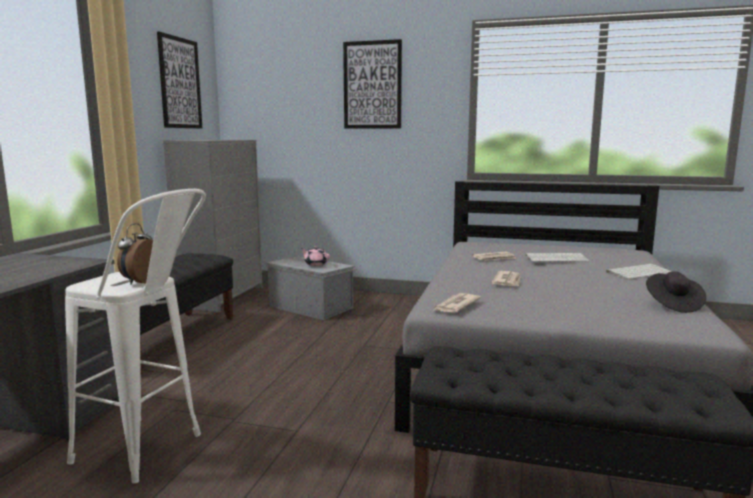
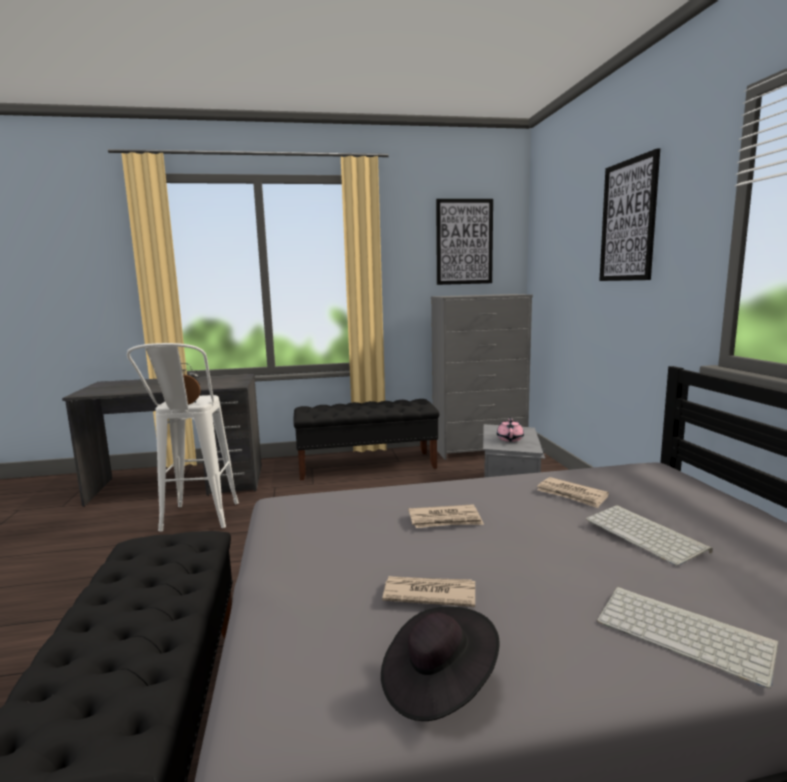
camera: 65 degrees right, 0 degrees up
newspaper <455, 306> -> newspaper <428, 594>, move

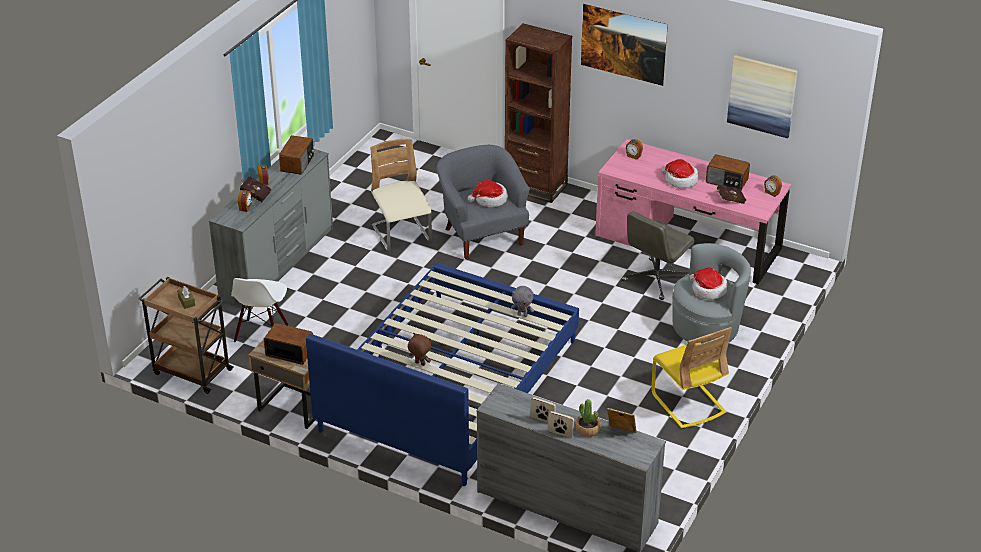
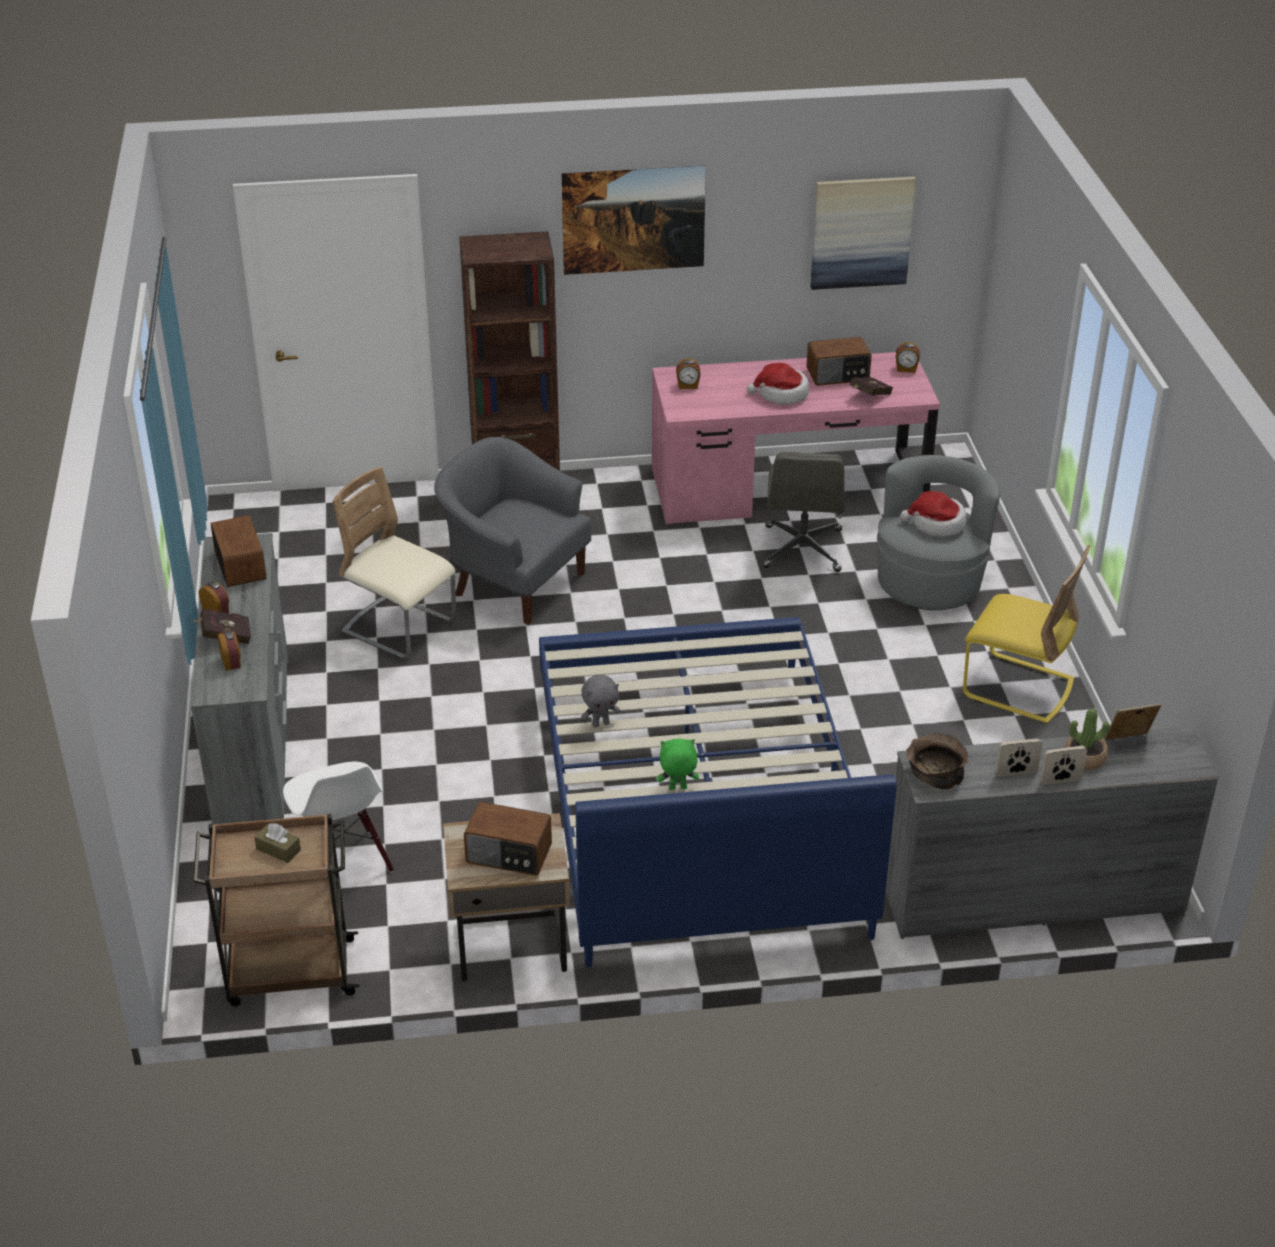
camera: 35 degrees left, 0 degrees up
radio set <289, 352> -> radio set <509, 855>, 150 degrees counterclockwise
brown soft toy <419, 364> -> green soft toy <677, 788>
hat <490, 199> -> none
greyish soft toy <522, 315> -> greyish soft toy <600, 723>, move
none -> brown bowl <935, 771>

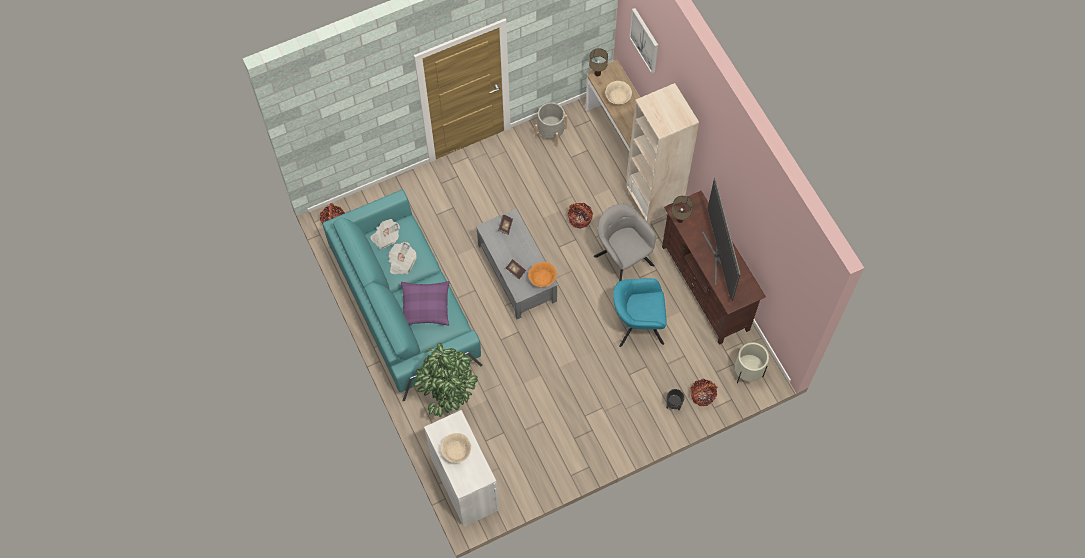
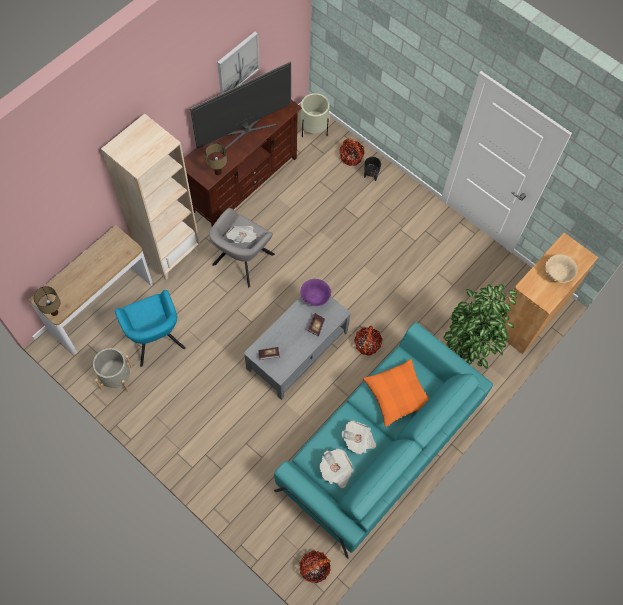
camera: 115 degrees left, 0 degrees up
purple cushion <425, 306> -> orange cushion <397, 395>
white storage cabinet <464, 484> -> brown storage cabinet <529, 316>
orange bowl <542, 280> -> purple bowl <315, 298>
basket <580, 219> -> basket <367, 344>, move
beige-coloured bowl <618, 99> -> none
blue-green armchair <637, 325> -> blue-green armchair <156, 340>, move
picture <645, 40> -> picture <237, 64>, move
none -> newspaper <243, 238>

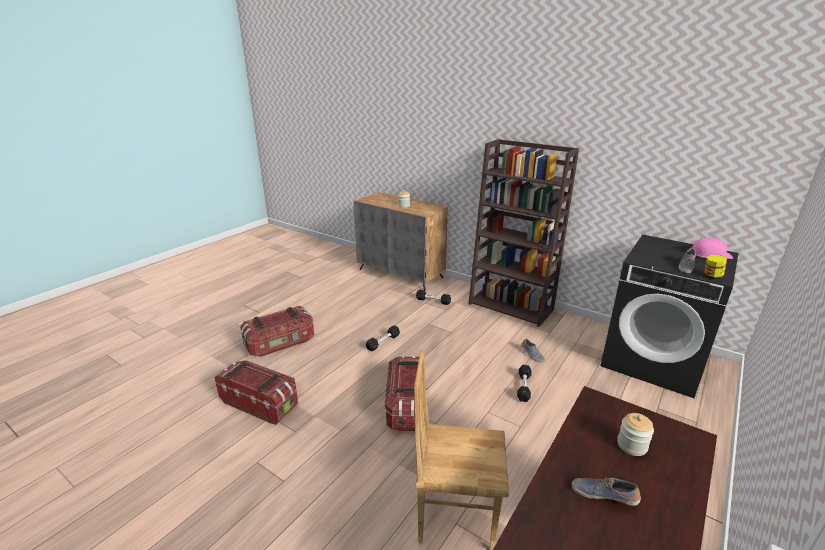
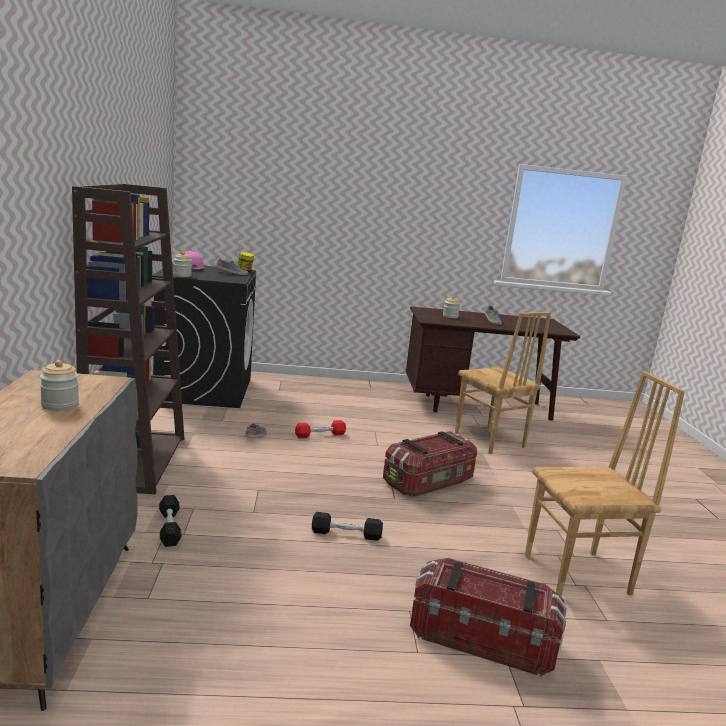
camera: 130 degrees left, 10 degrees down
storage container <260, 403> -> brown plain chair <578, 575>
black-coloured free weight <523, 387> -> reddish free weight <320, 435>
none -> jar <182, 276>

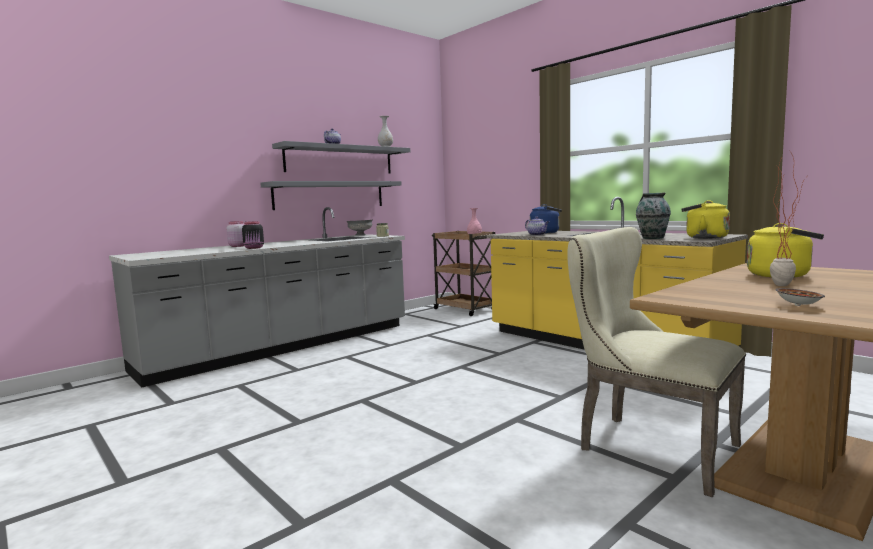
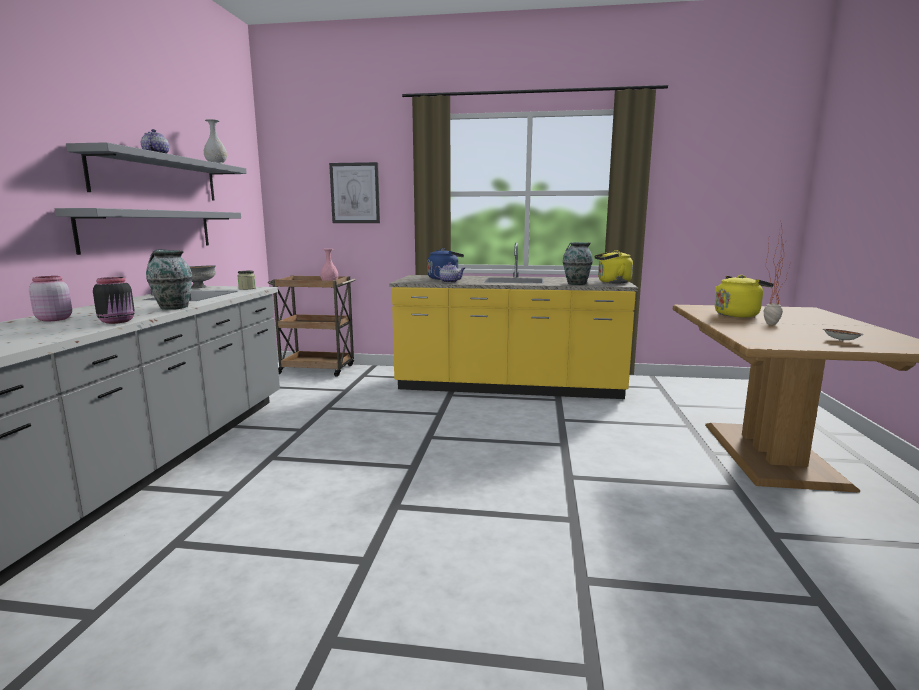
camera: 40 degrees left, 5 degrees up
beige-coloured plain chair <647, 446> -> none
none -> decorative vase <173, 307>
none -> picture <355, 193>

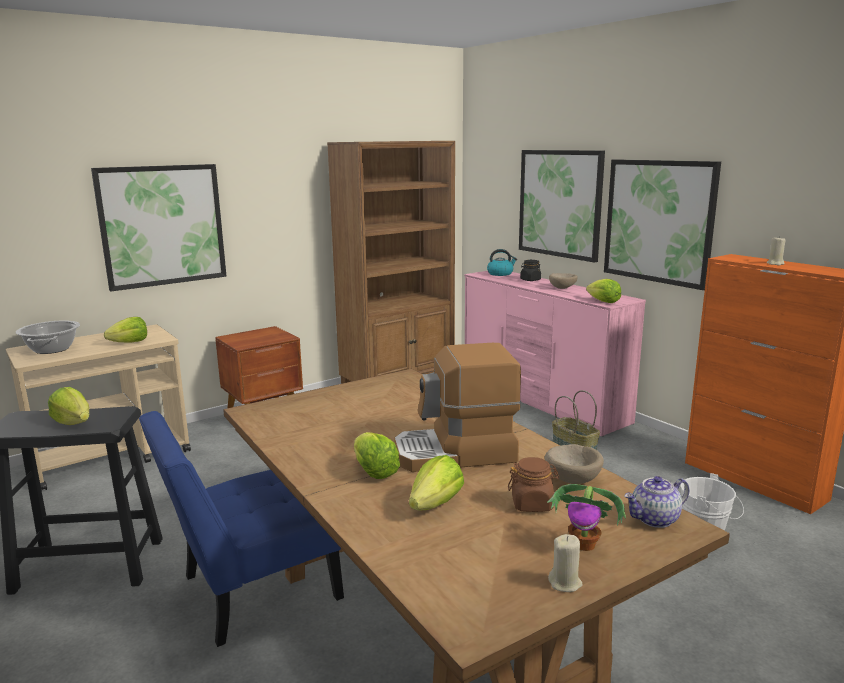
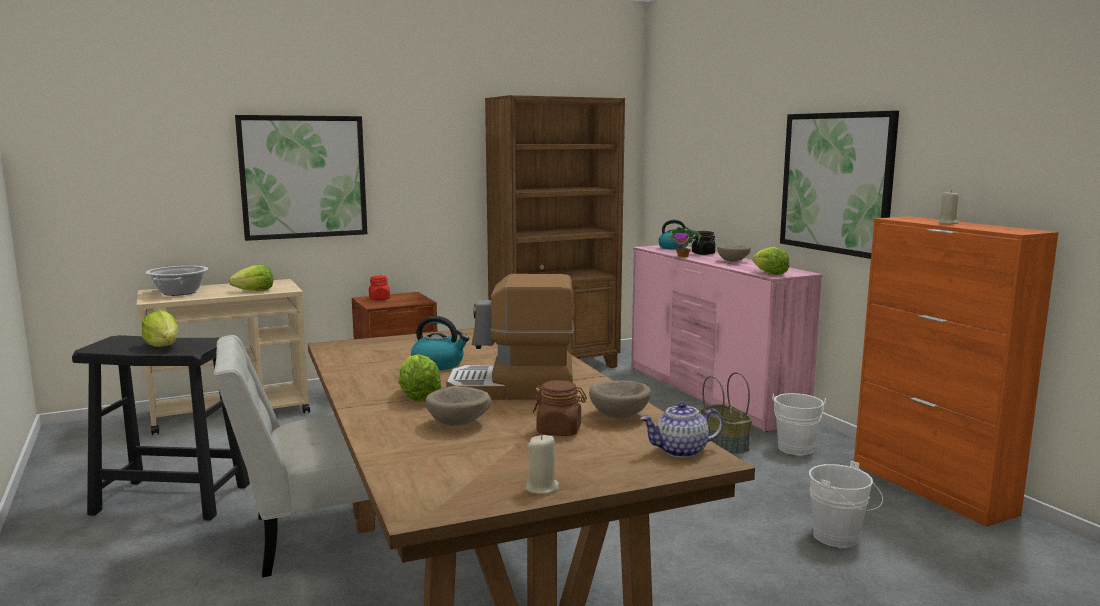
camera: 10 degrees right, 5 degrees down
blue plain chair <252, 591> -> white plain chair <317, 535>
head of lettuce <436, 504> -> beige-coloured bowl <460, 423>
picture <560, 203> -> none
houseplant <584, 544> -> houseplant <683, 256>, move
none -> reddish jar <379, 299>
none -> water kettle <439, 364>
none -> white water bucket <795, 450>

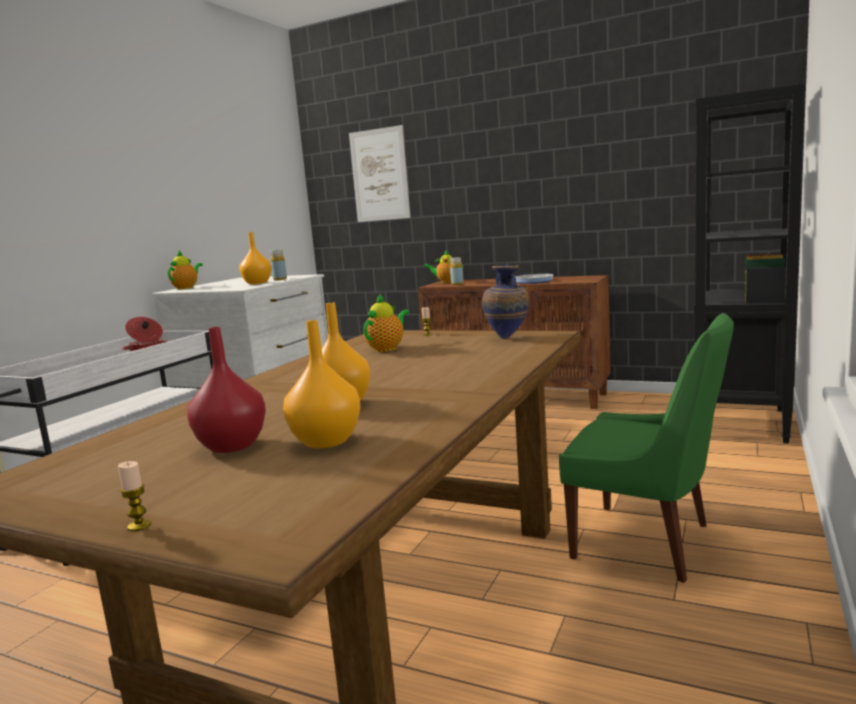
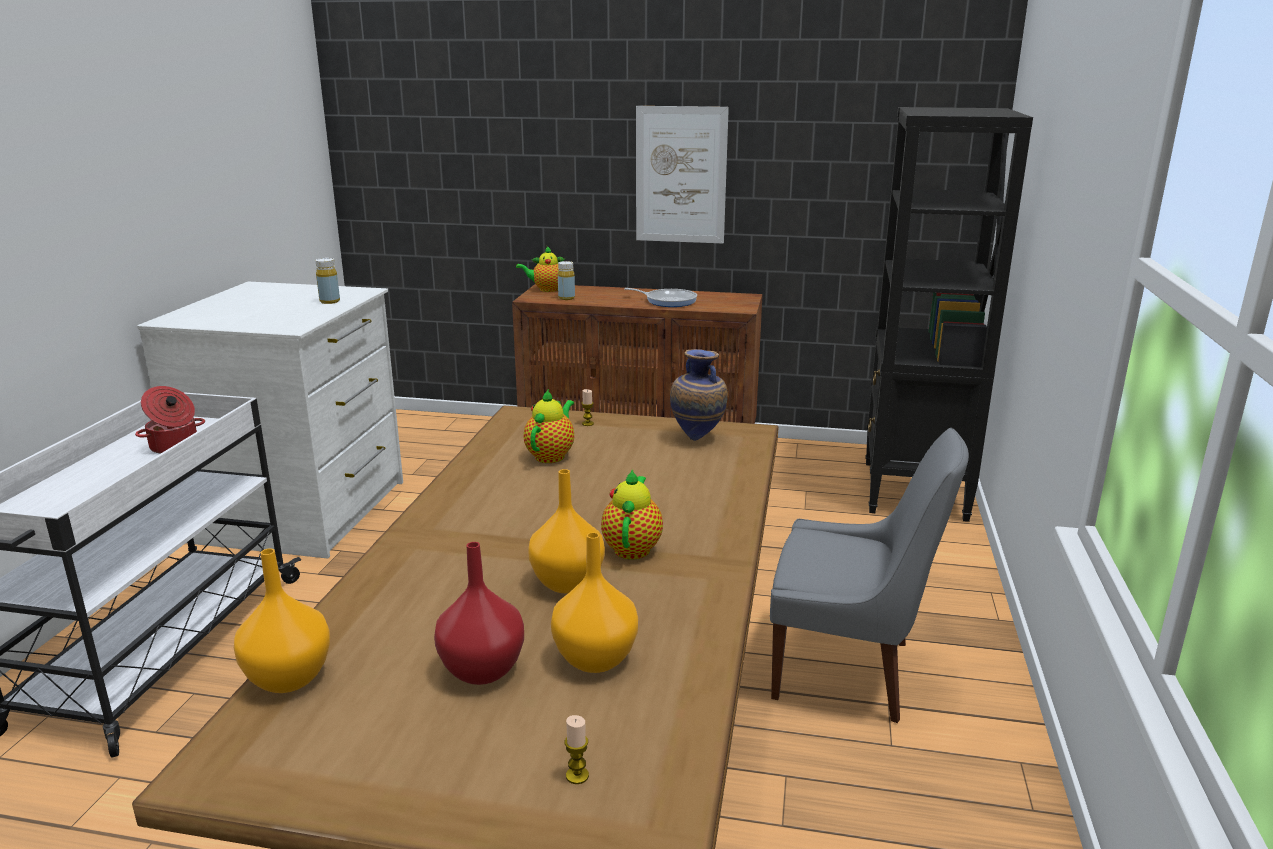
camera: 15 degrees left, 10 degrees up
wax light <139, 526> -> wax light <577, 776>, move
teapot <186, 288> -> teapot <633, 547>, move
orange decorative vase <257, 283> -> orange decorative vase <287, 678>, move
picture <379, 175> -> picture <680, 175>, move
green plain chair <647, 542> -> greyish plain chair <848, 671>

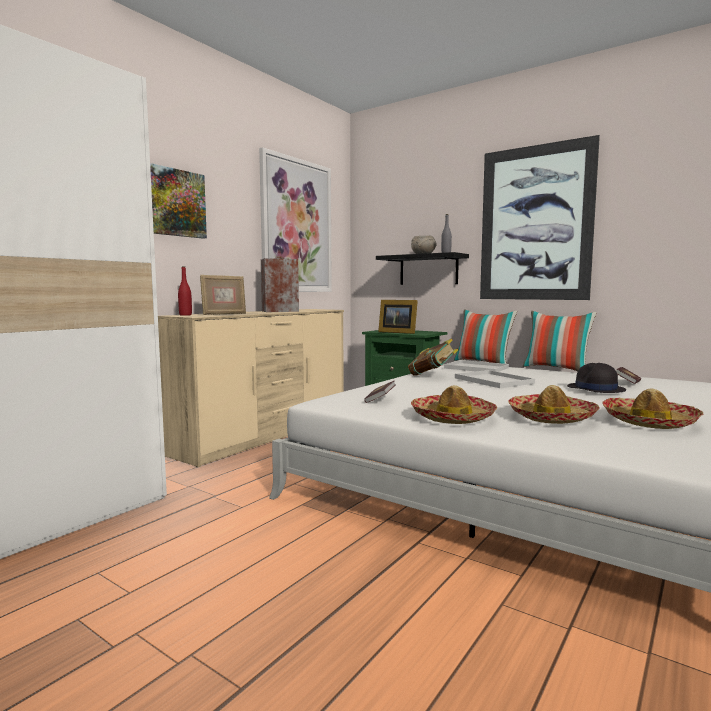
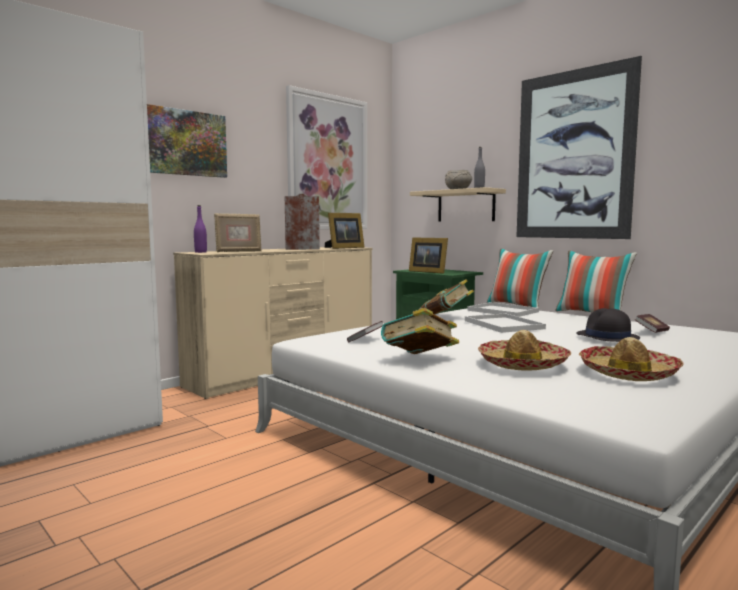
camera: 10 degrees right, 0 degrees up
reddish bottle <185, 315> -> purple bottle <200, 252>
black-coloured wall shelf <428, 270> -> beige-coloured wall shelf <466, 206>
hat <453, 418> -> volume <419, 360>
none -> standing frame <344, 248>

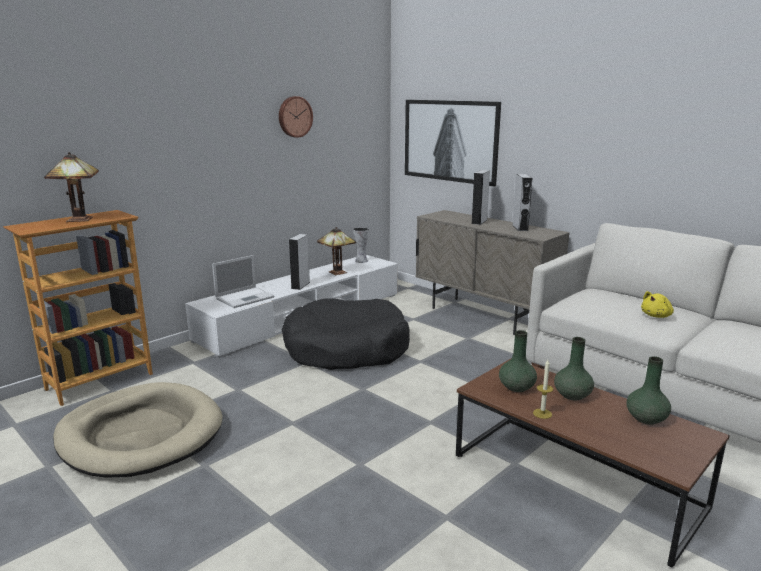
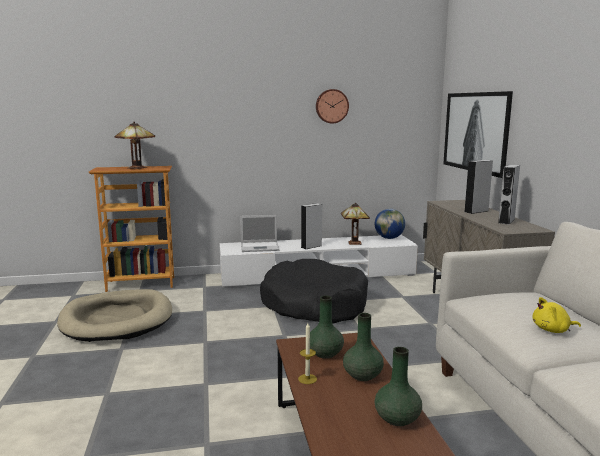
camera: 35 degrees right, 5 degrees down
decorative vase <361, 260> -> globe <389, 238>

